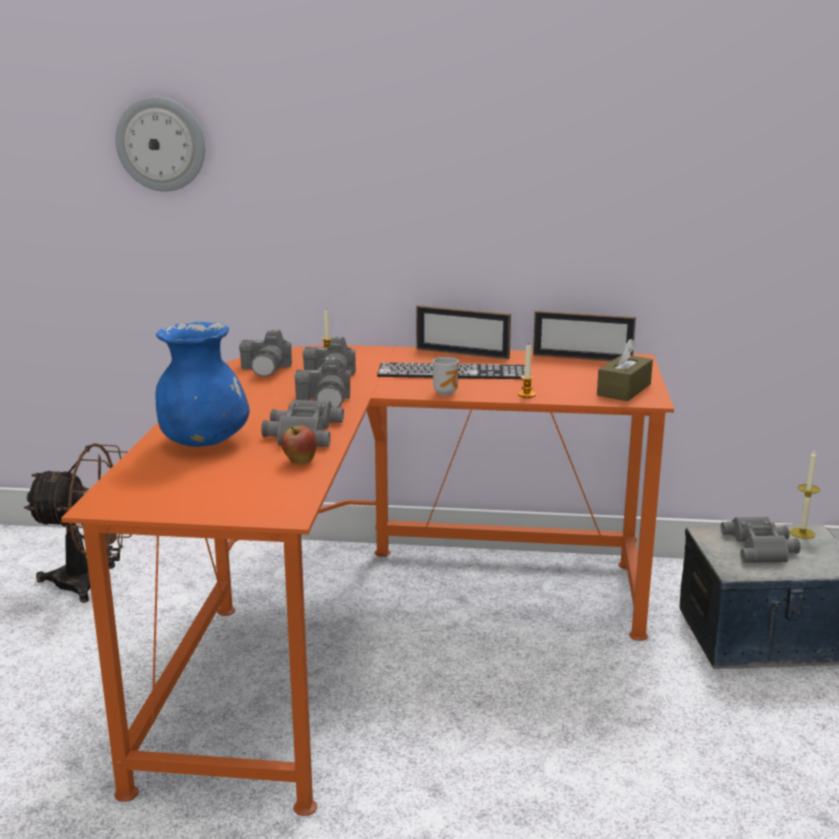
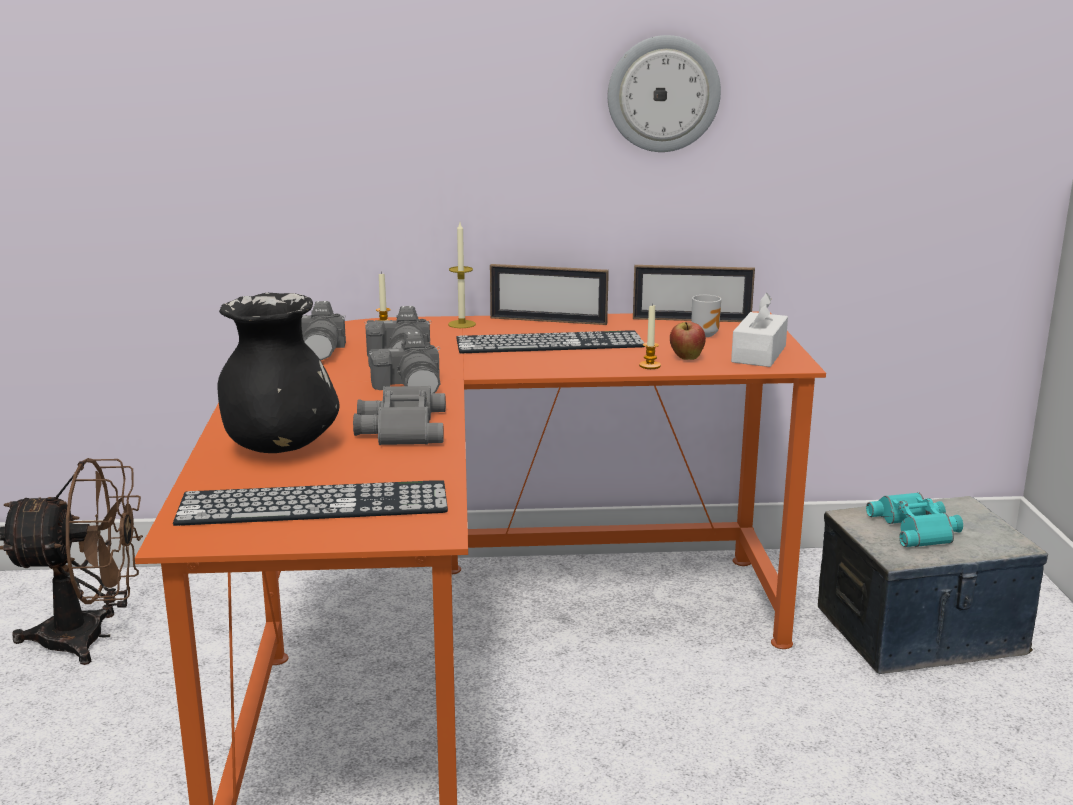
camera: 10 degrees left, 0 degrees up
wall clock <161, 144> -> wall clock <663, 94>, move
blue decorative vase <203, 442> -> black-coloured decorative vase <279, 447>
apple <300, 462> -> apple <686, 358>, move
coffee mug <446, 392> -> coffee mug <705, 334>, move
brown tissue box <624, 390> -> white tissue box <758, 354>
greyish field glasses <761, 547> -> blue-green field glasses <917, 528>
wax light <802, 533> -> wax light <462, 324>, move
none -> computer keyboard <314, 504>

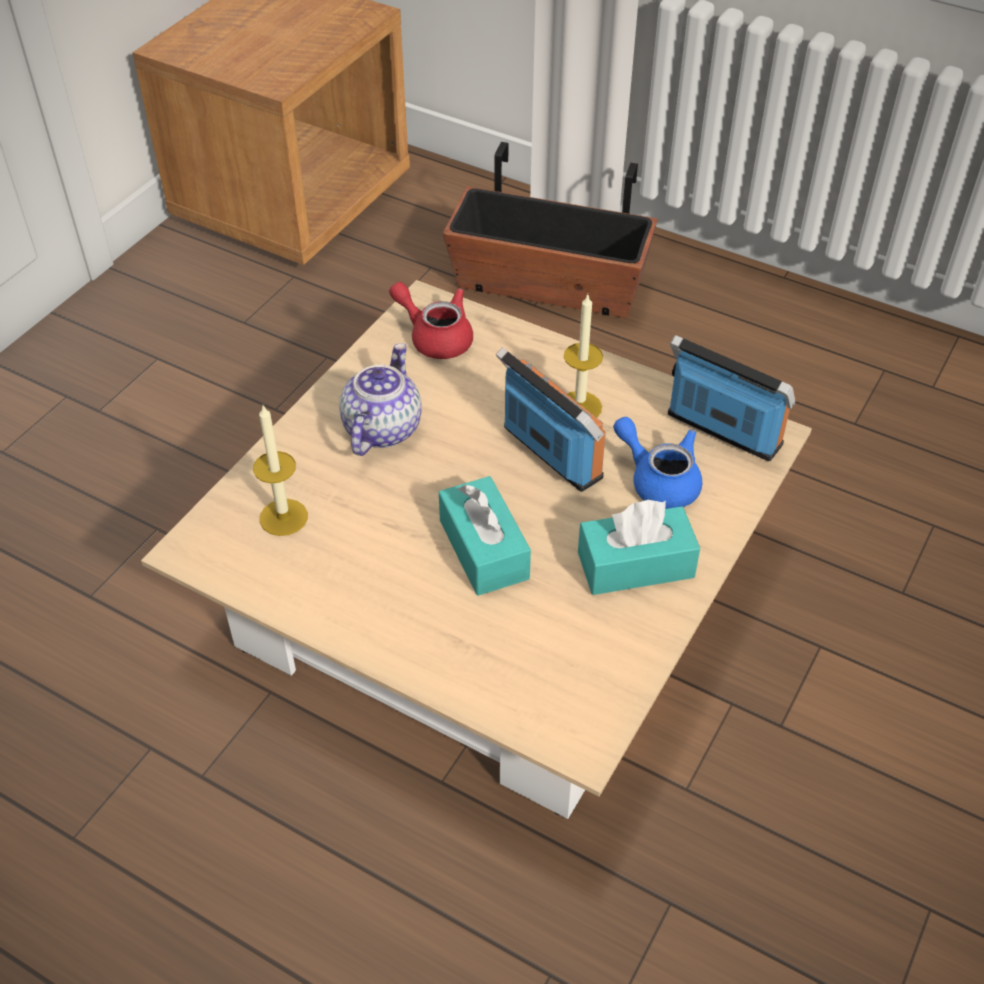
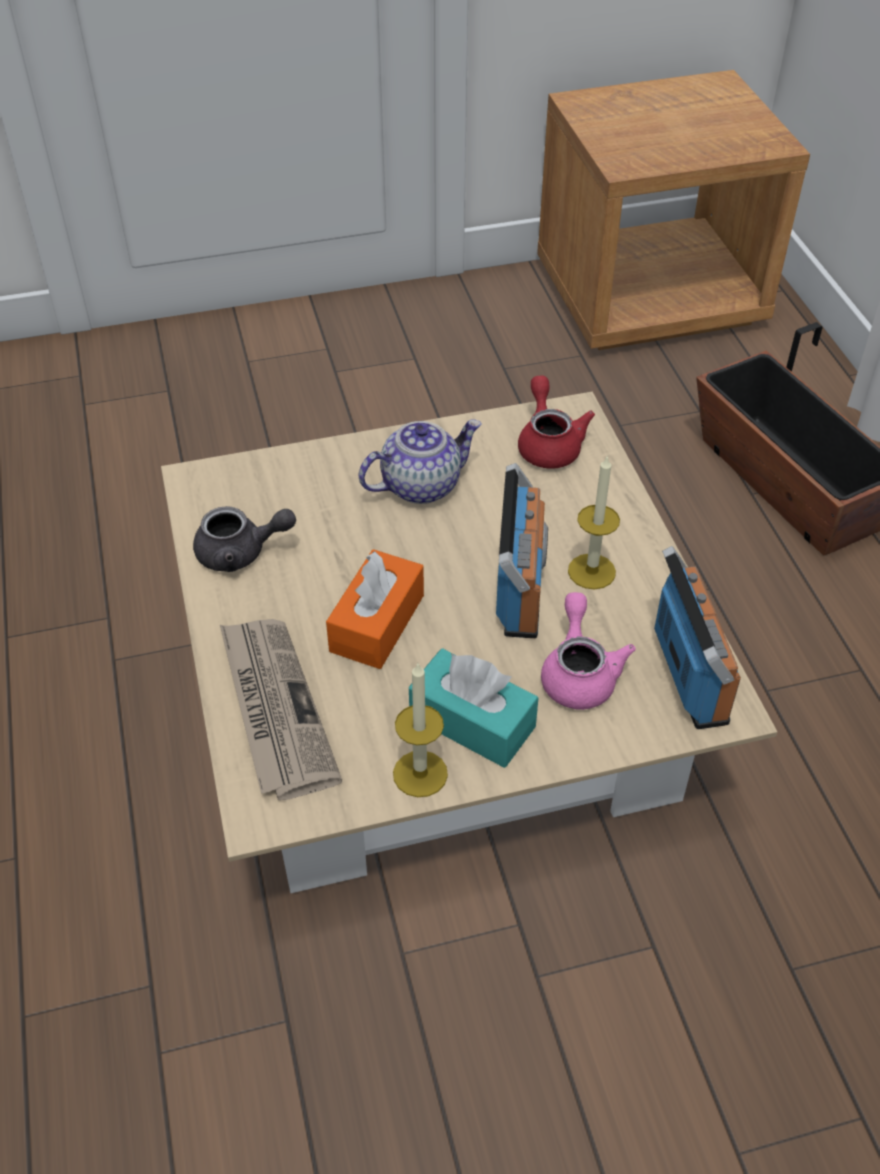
camera: 45 degrees right, 0 degrees up
wax light <283, 517> -> wax light <420, 773>, move
blue-green tissue box <483, 549> -> orange tissue box <377, 623>
blue teapot <658, 480> -> pink teapot <579, 673>
none -> greyish teapot <241, 553>
none -> newspaper <274, 708>

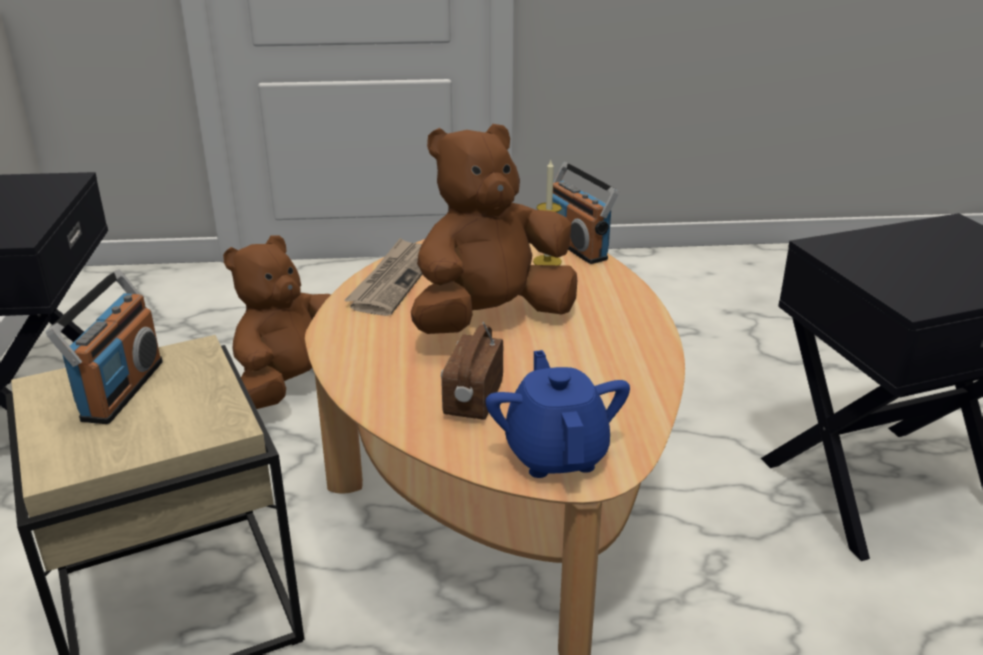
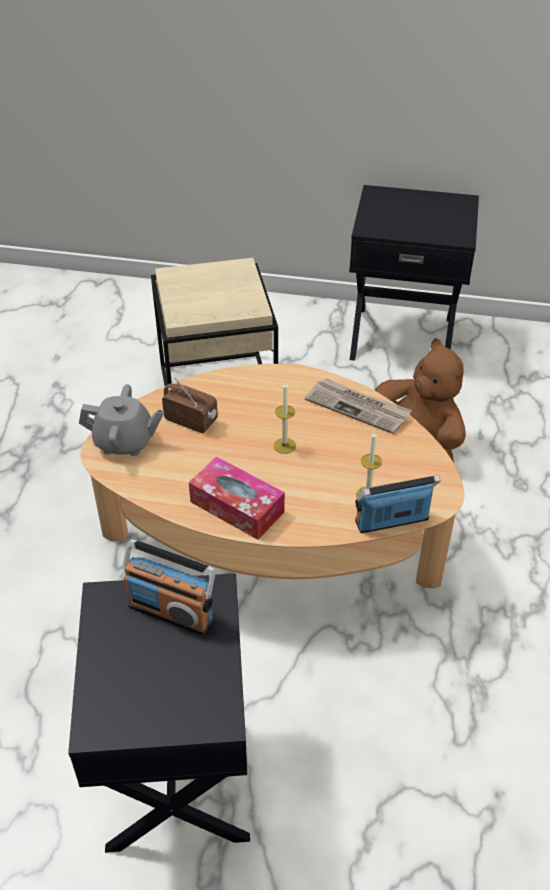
camera: 105 degrees right, 15 degrees up
radio set <121, 390> -> radio set <171, 611>, move
brown soft toy <491, 318> -> wax light <284, 445>
blue teapot <556, 453> -> greyish teapot <125, 442>
none -> tissue box <237, 507>

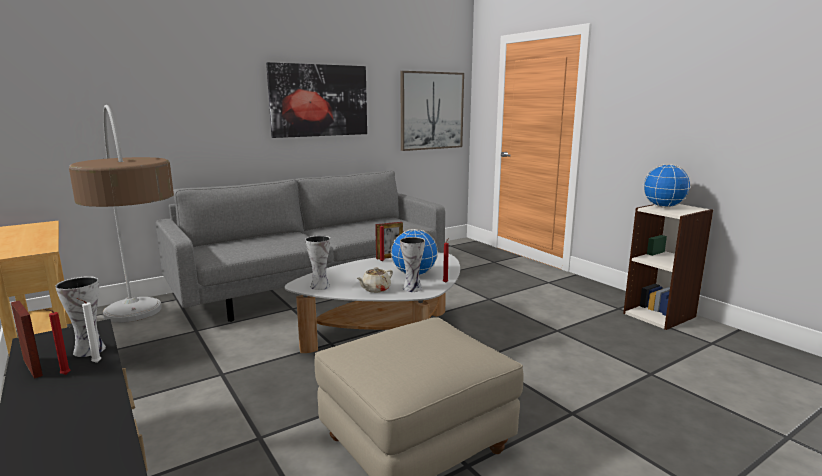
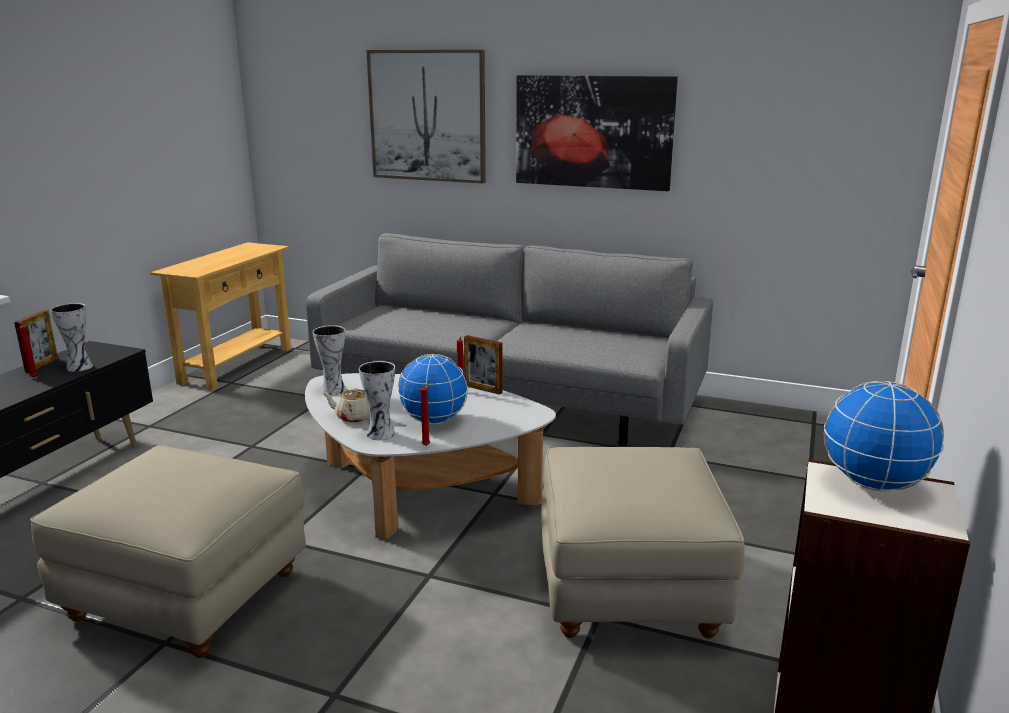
camera: 55 degrees right, 5 degrees up
standard lamp <142, 338> -> none
white wax light <95, 363> -> none
picture <432, 111> -> picture <427, 116>, move
none -> beige-coloured footrest <629, 590>

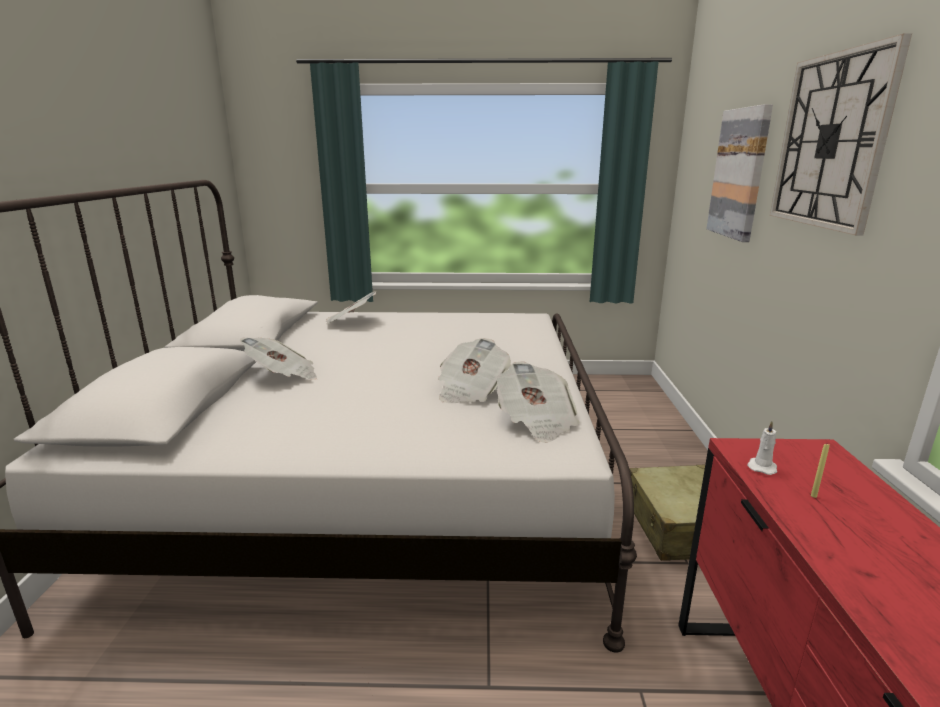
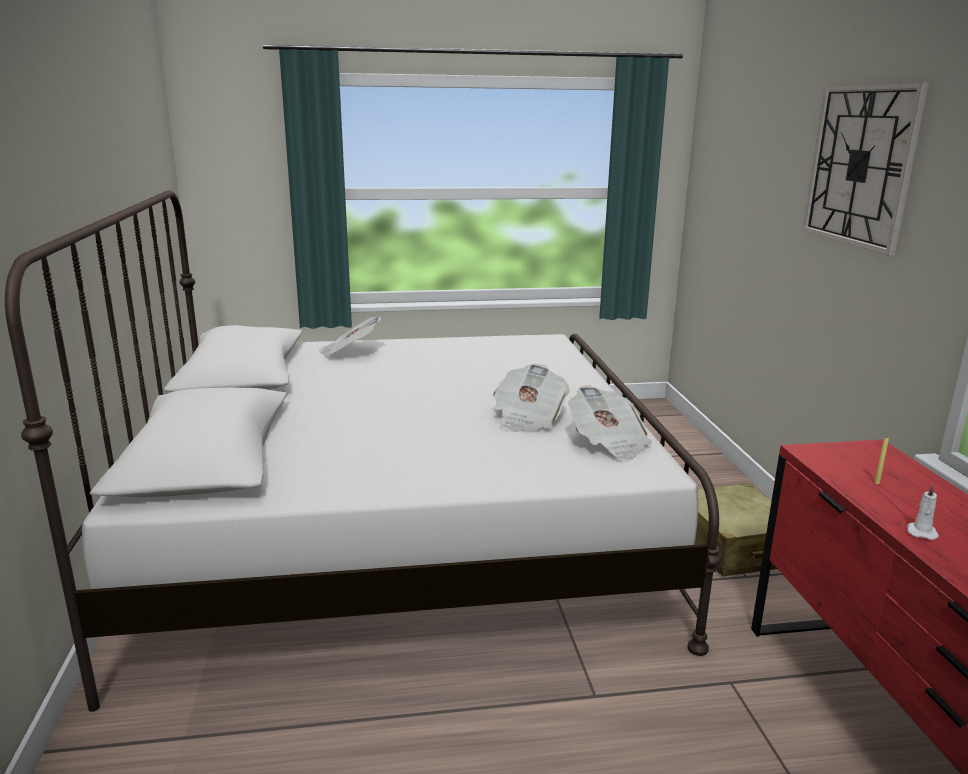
camera: 10 degrees left, 0 degrees up
newspaper <283, 376> -> none
picture <739, 173> -> none
white wax light <762, 467> -> white wax light <921, 532>, move

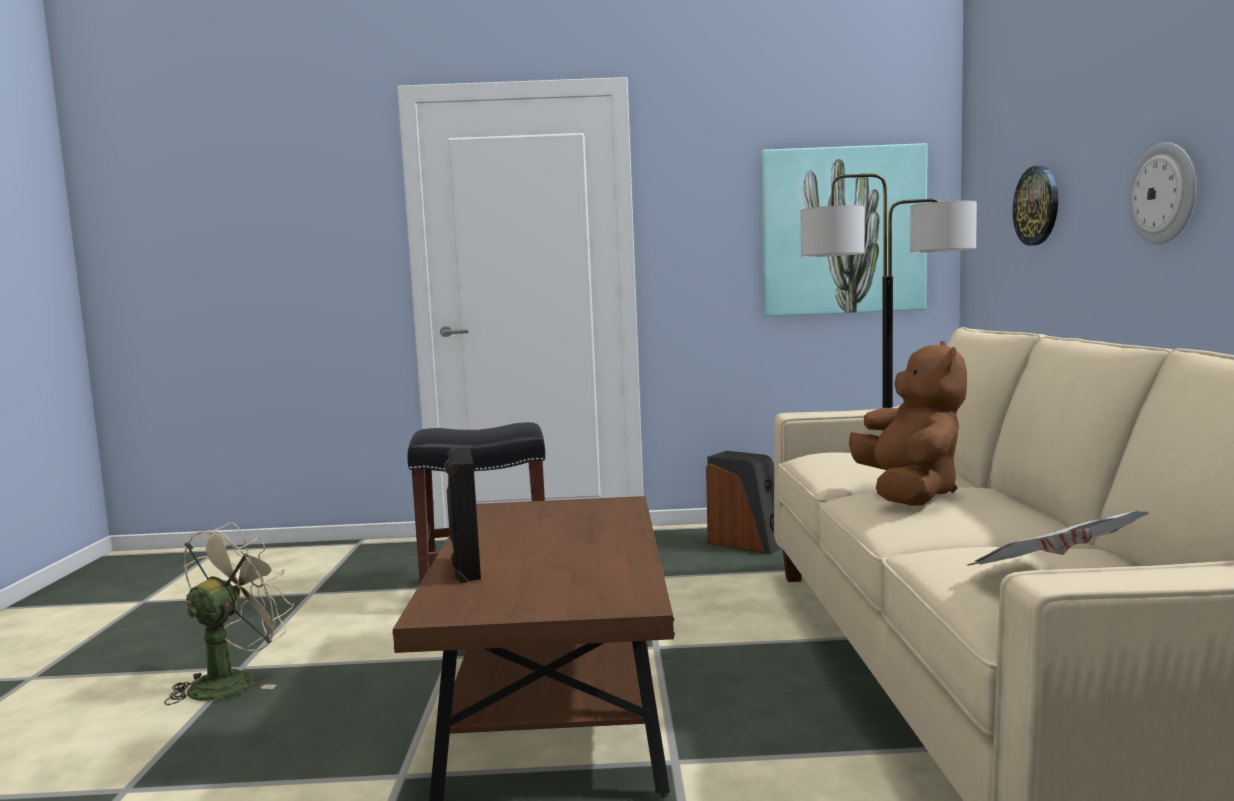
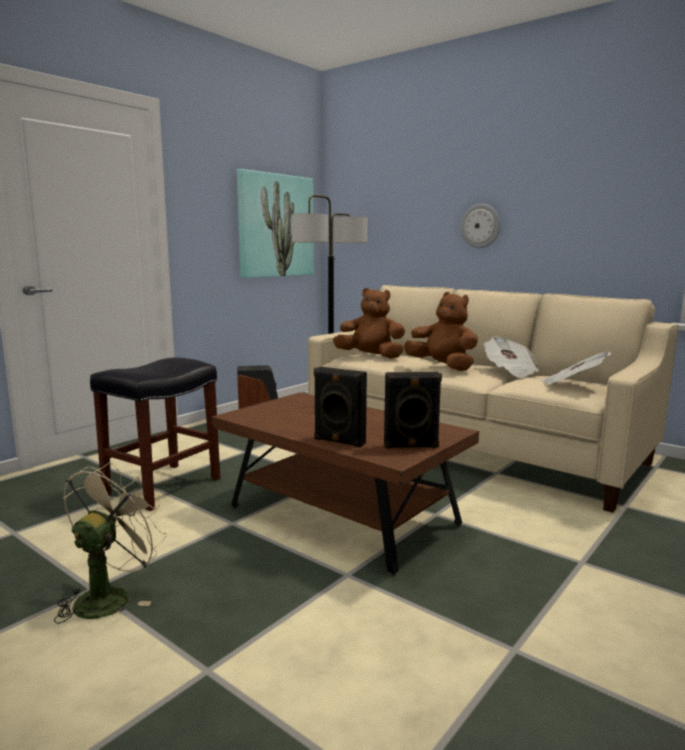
camera: 50 degrees left, 5 degrees up
beige-coloured fan <232, 681> -> beige-coloured fan <109, 596>, 45 degrees clockwise
wall clock <1037, 206> -> none
none -> brown soft toy <371, 357>
none -> black-coloured loudspeaker <411, 446>
none -> newspaper <510, 371>

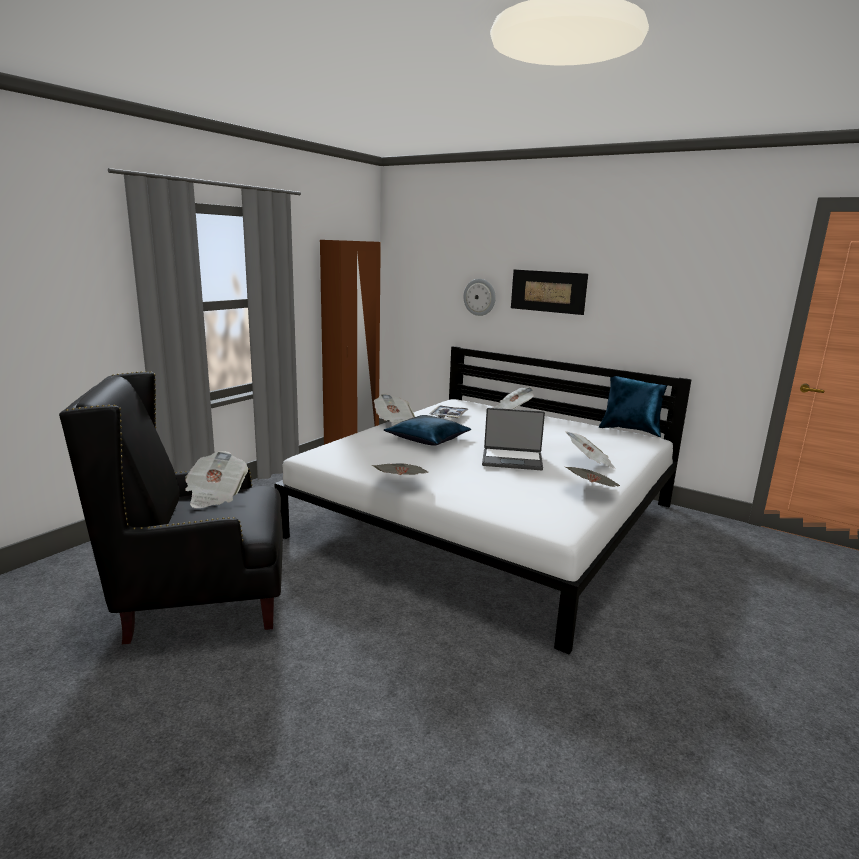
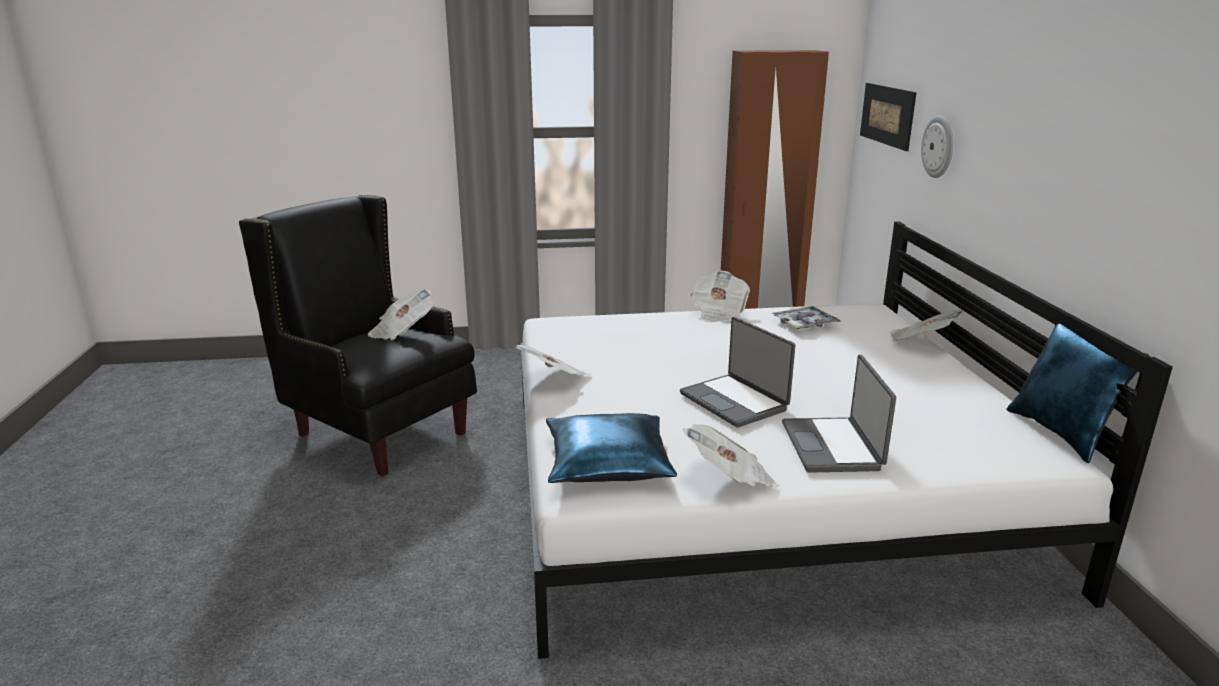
camera: 50 degrees right, 5 degrees up
blue cushion <428, 439> -> blue cushion <607, 464>, move
picture <548, 291> -> picture <887, 115>, move
newspaper <589, 463> -> portable computer <833, 446>

